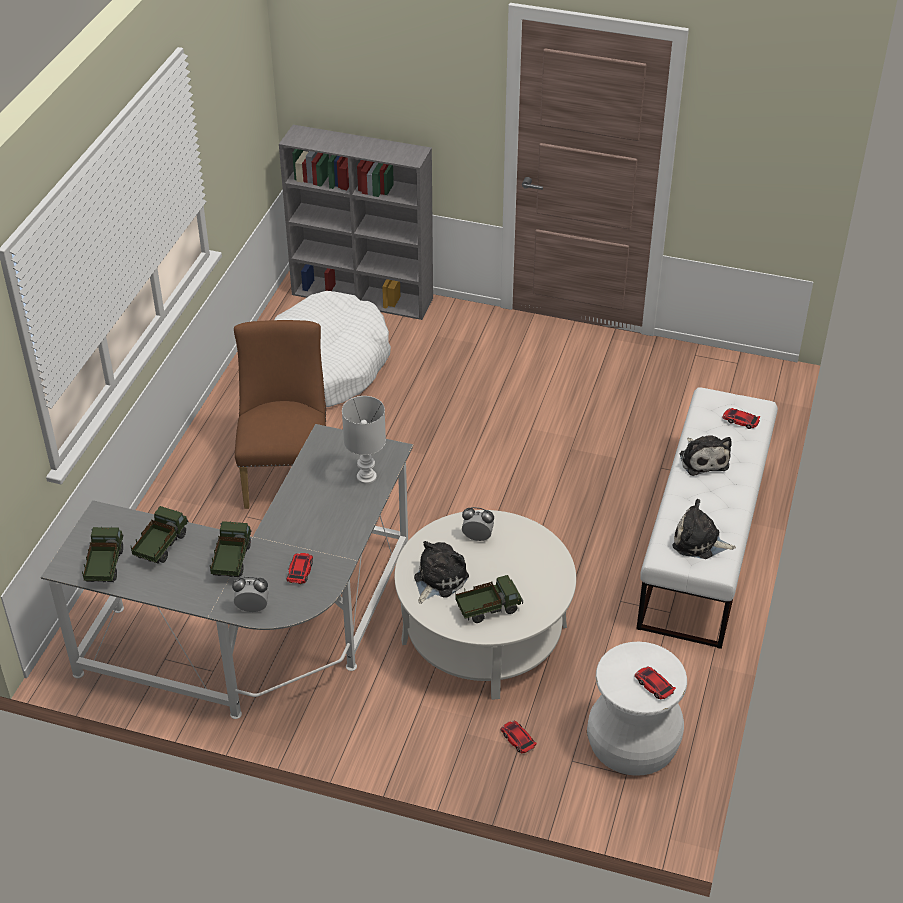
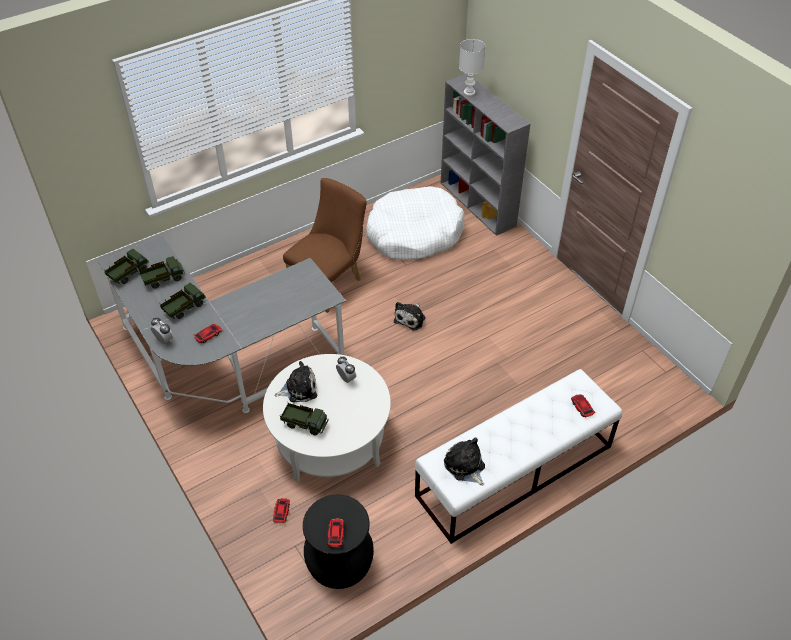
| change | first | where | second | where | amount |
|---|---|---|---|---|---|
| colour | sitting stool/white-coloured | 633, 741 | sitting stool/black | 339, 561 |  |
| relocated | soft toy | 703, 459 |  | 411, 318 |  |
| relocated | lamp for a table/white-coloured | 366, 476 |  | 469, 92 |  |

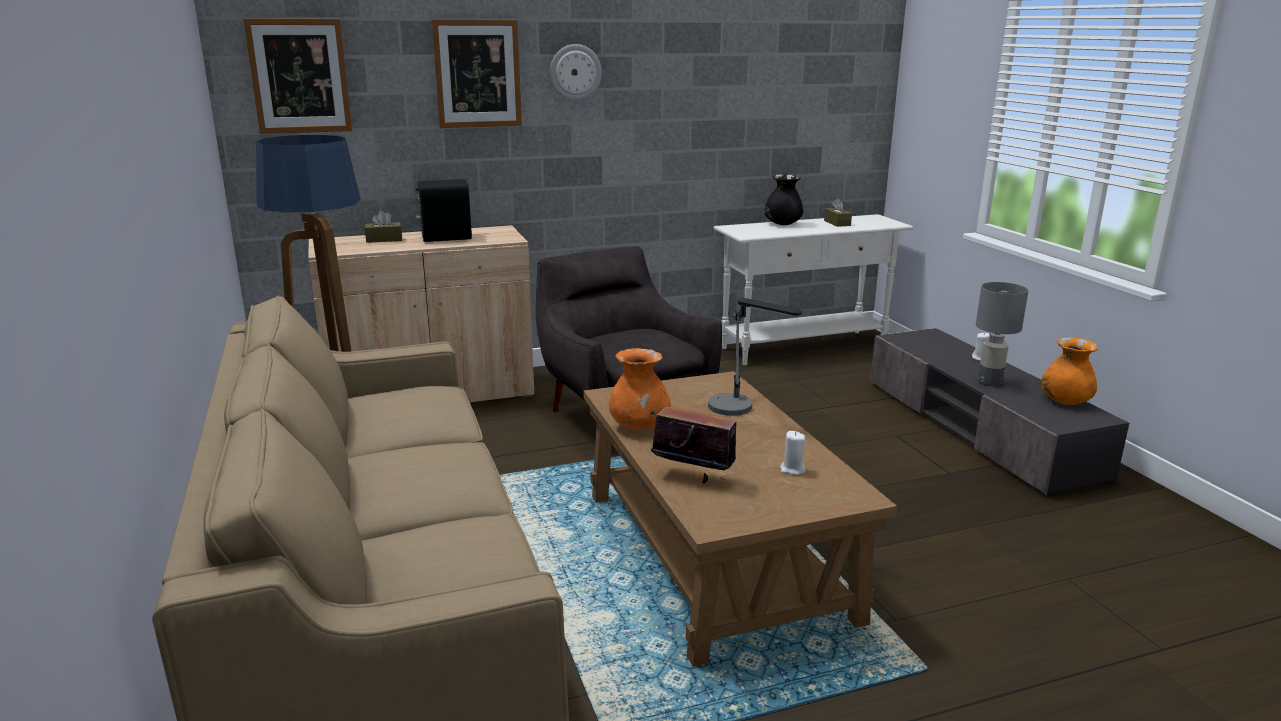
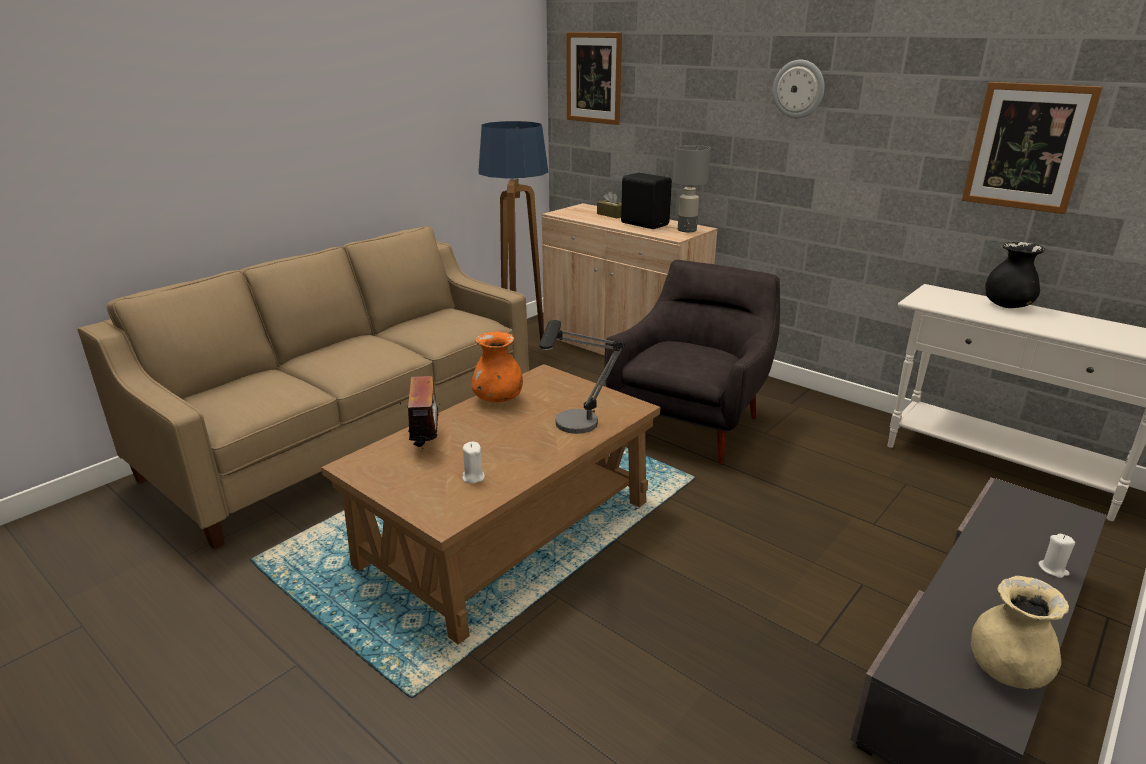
| change | first | where | second | where | amount |
|---|---|---|---|---|---|
| relocated | lamp for a table/greyish | 989, 382 |  | 686, 230 |  |
| relocated | picture | 477, 74 |  | 1027, 147 |  |
| colour | flower vase/orange | 1065, 402 | flower vase/beige-coloured | 1006, 671 |  |
| missing | tissue box/brownish | 837, 223 |  |  |  |

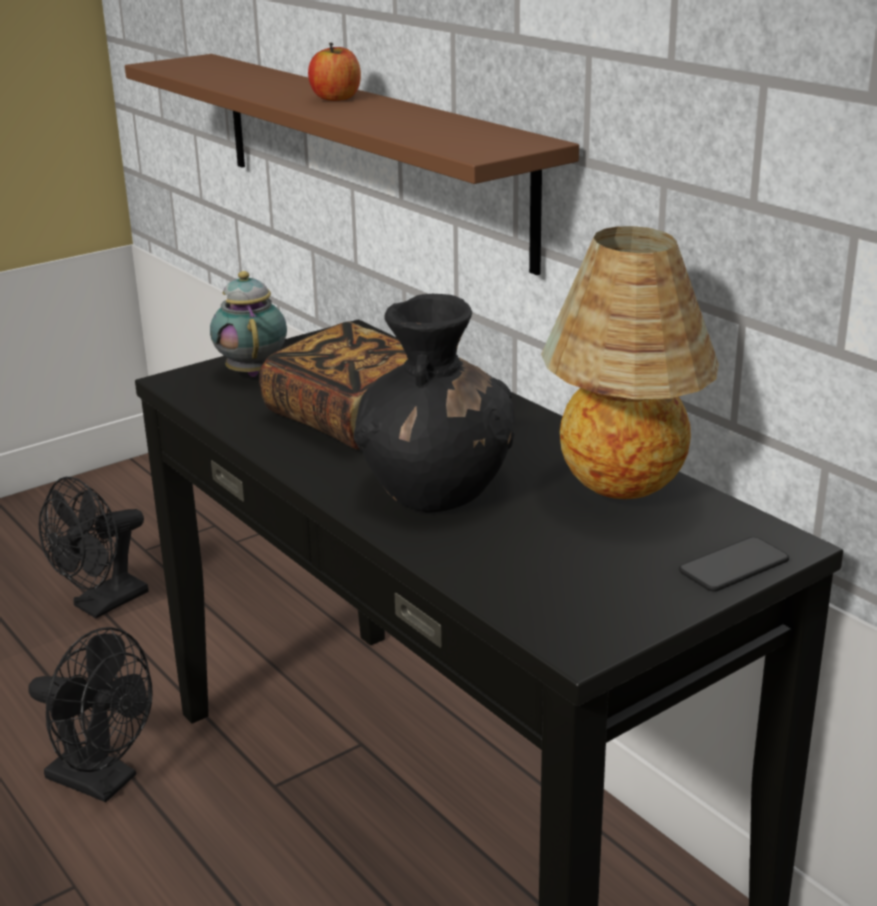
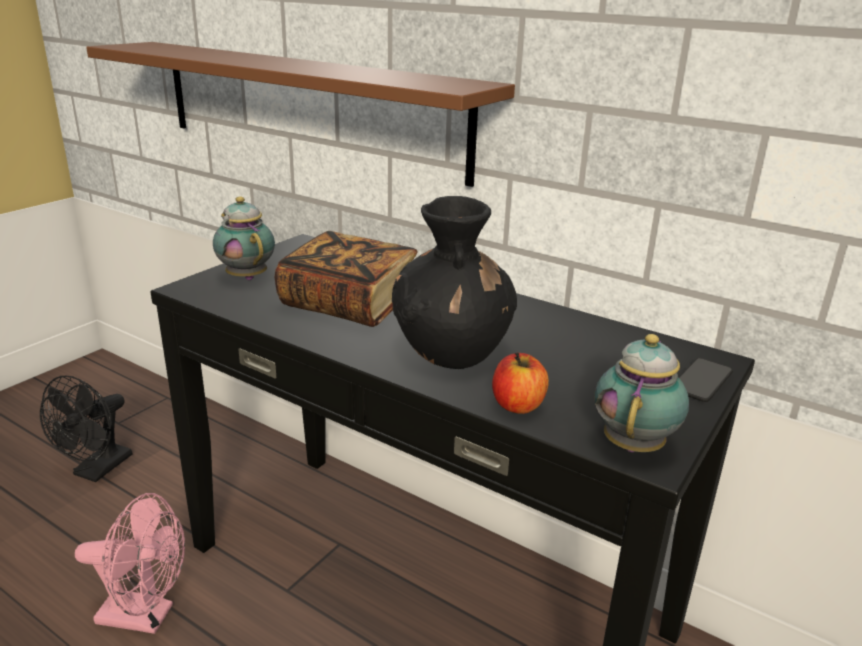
| change | first | where | second | where | amount |
|---|---|---|---|---|---|
| colour | fan/black | 103, 781 | fan/pink-coloured | 146, 616 |  |
| relocated | apple | 336, 98 |  | 518, 405 |  |
| appeared |  |  | pot for tea | 634, 443 |  |
| missing | lamp for a table | 623, 494 |  |  |  |

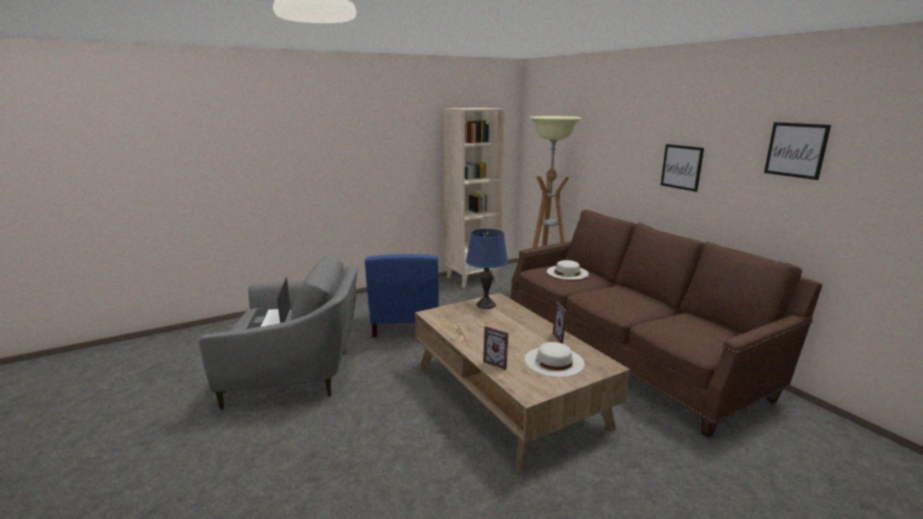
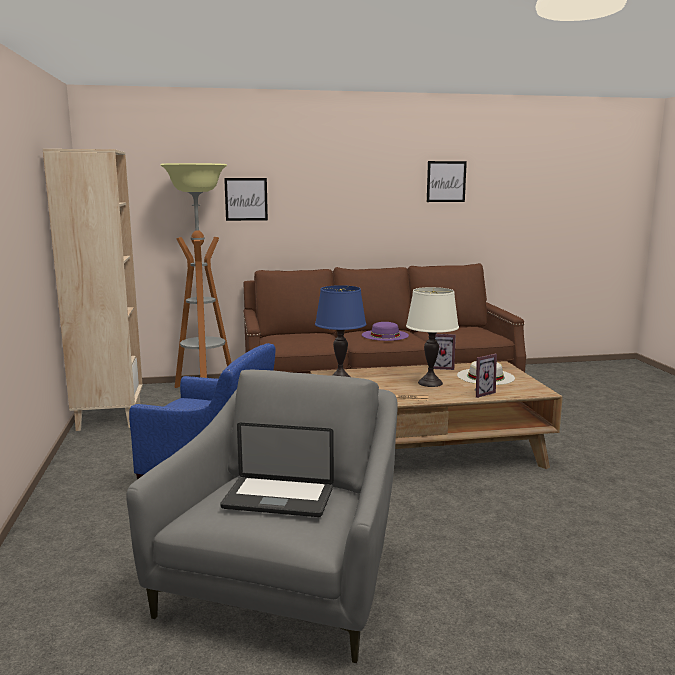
| change | first | where | second | where | amount |
|---|---|---|---|---|---|
| relocated | picture | 681, 167 |  | 246, 199 |  |
| appeared |  |  | hat/purple-coloured | 385, 335 |  |
| appeared |  |  | lamp for a table/white-coloured | 430, 383 |  |
| missing | hat/white-coloured | 567, 272 |  |  |  |

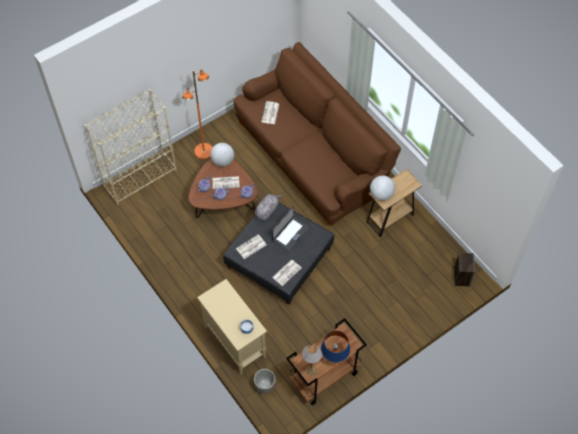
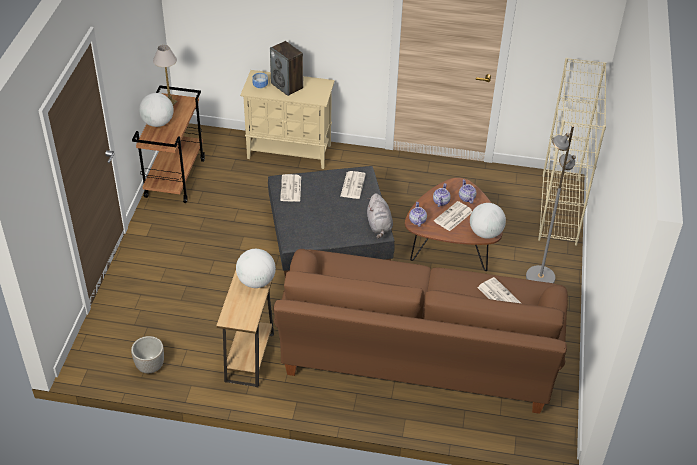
| change | first | where | second | where | amount |
|---|---|---|---|---|---|
| relocated | planter | 264, 386 |  | 150, 366 |  |
| exchanged | lamp for a table/blue | 334, 356 | world globe | 158, 123 |  |
| relocated | loudspeaker | 461, 277 |  | 287, 86 |  |
| colour | standard lamp/orange | 204, 151 | standard lamp/greyish | 539, 277 |  |
| missing | notebook computer | 290, 233 |  |  |  |

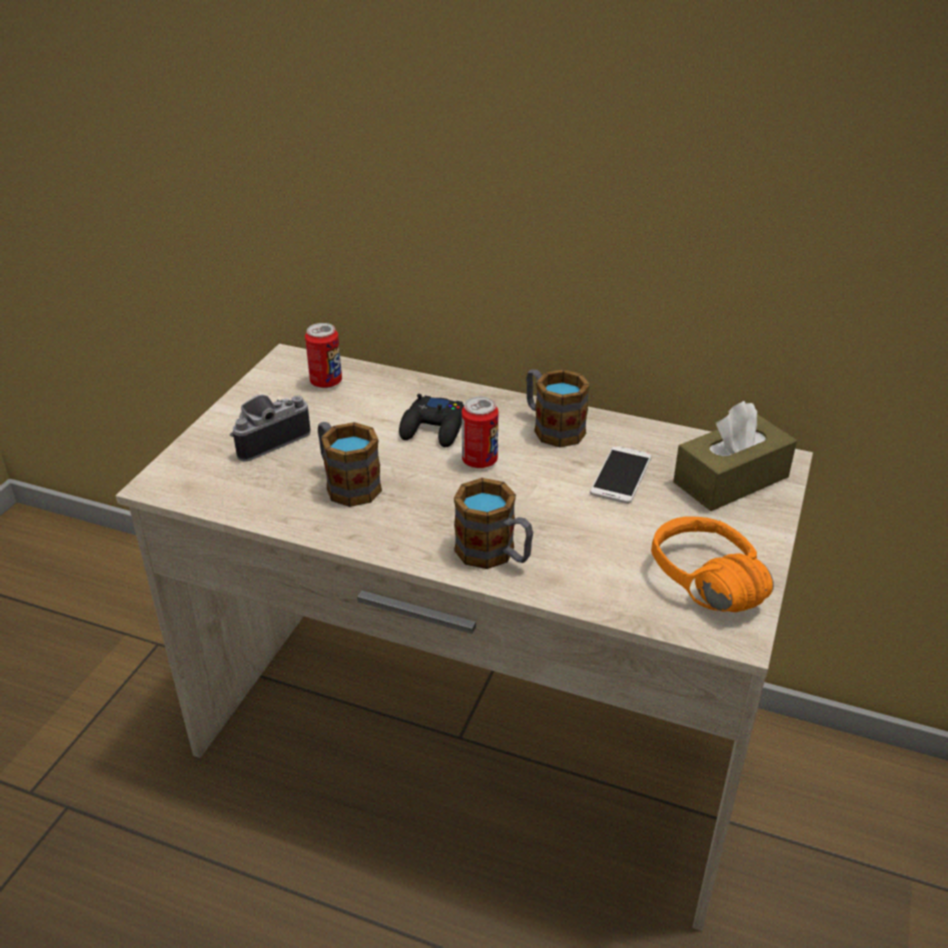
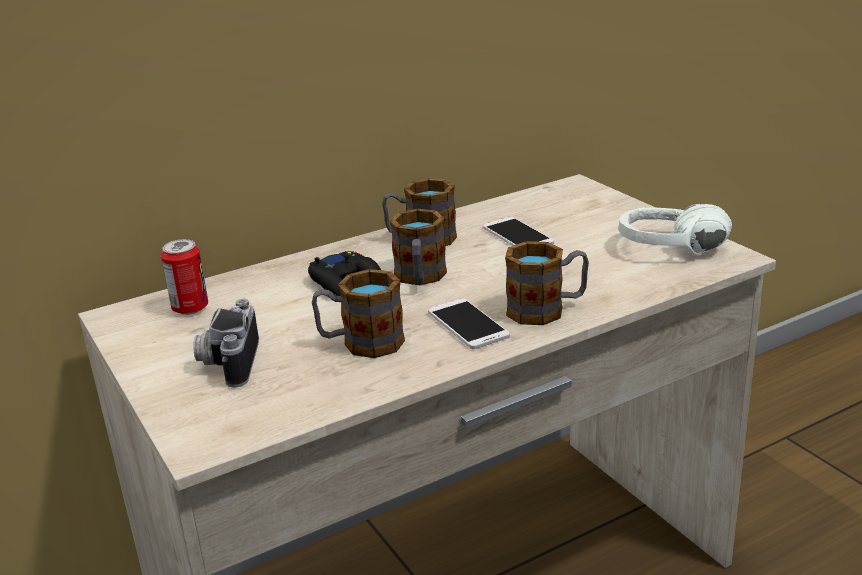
| change | first | where | second | where | amount |
|---|---|---|---|---|---|
| exchanged | sealed can | 479, 461 | coffee mug | 420, 278 |  |
| appeared |  |  | telephone | 468, 324 |  |
| colour | pair of headphones/orange | 692, 589 | pair of headphones/white-coloured | 673, 255 |  |
| missing | tissue box/brownish | 731, 480 |  |  |  |

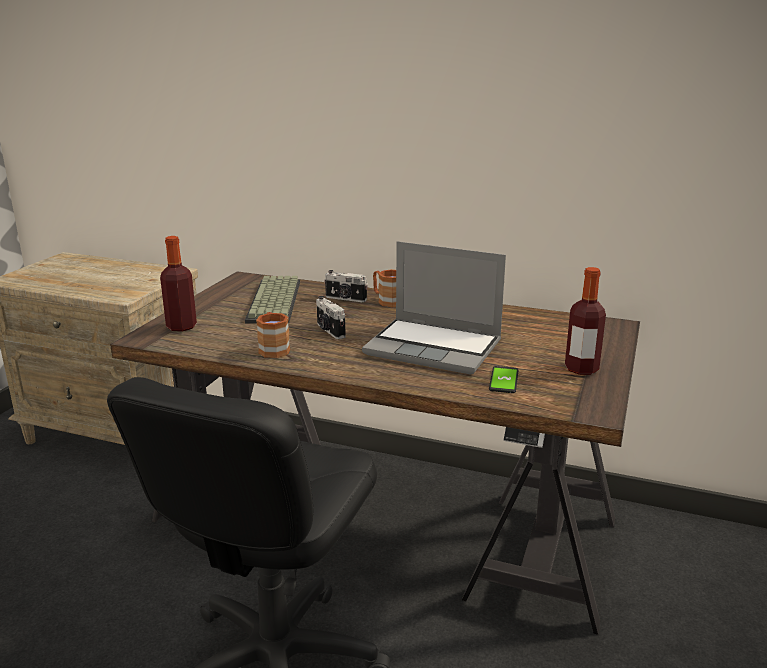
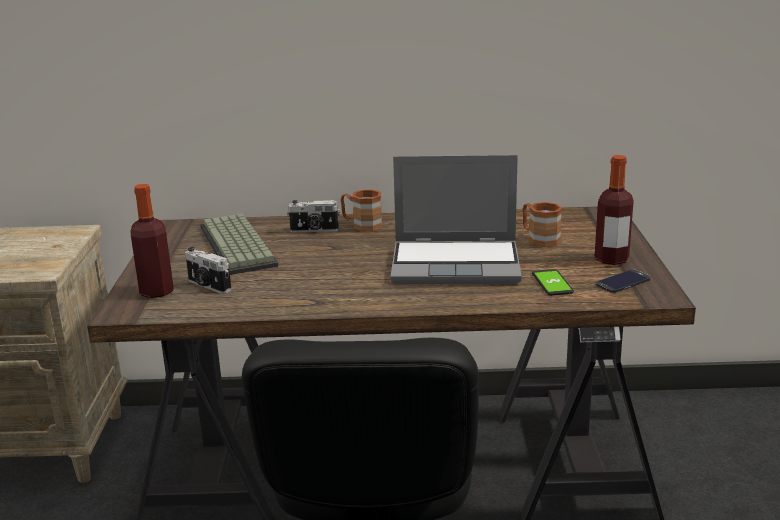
| change | first | where | second | where | amount |
|---|---|---|---|---|---|
| relocated | still camera | 329, 331 |  | 208, 286 |  |
| relocated | coffee mug/brownish | 273, 348 |  | 539, 239 |  |
| appeared |  |  | telephone | 623, 282 |  |

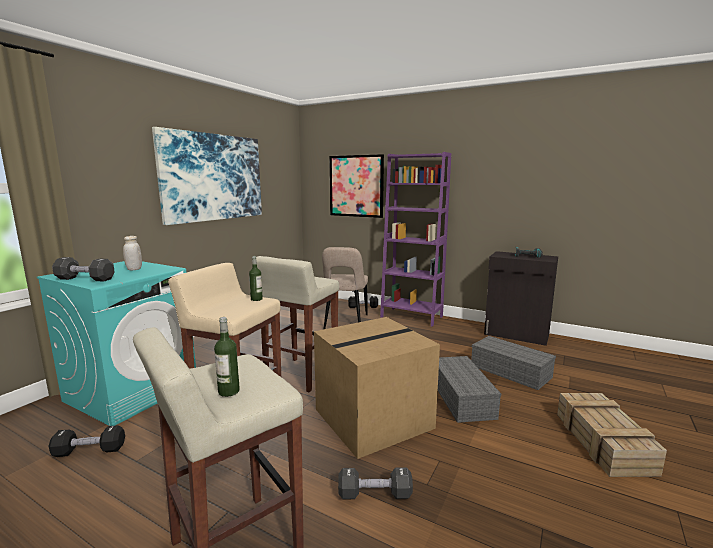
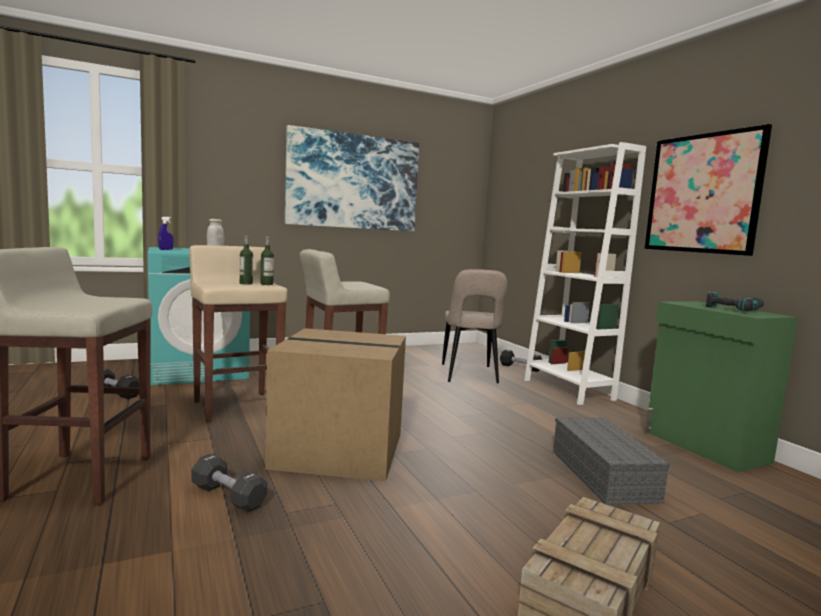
| change | first | where | second | where | amount |
|---|---|---|---|---|---|
| exchanged | free weight/black | 85, 279 | spray bottle/blue | 166, 249 |  |
| relocated | drink bottle | 229, 391 |  | 246, 283 |  |
| spun | plain chair/beige-coloured | 345, 323 |  | 469, 375 | 45 degrees counterclockwise |
| colour | shelving unit/purple-coloured | 411, 317 | shelving unit/white-coloured | 568, 390 |  |
| relocated | picture | 356, 186 |  | 702, 193 |  |
| colour | cupboard/black | 516, 335 | cupboard/greenish | 705, 447 |  |
| missing | storage container/greyish | 463, 398 |  |  |  |

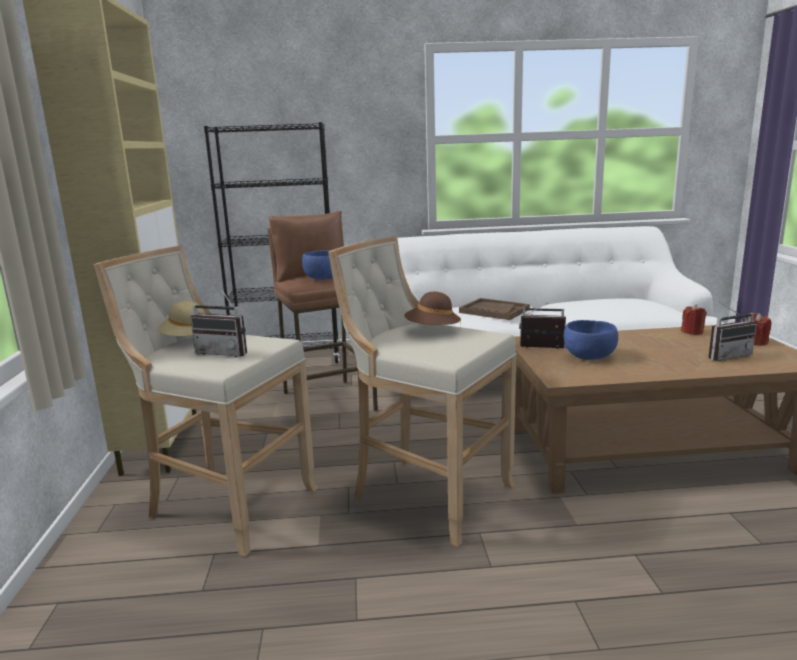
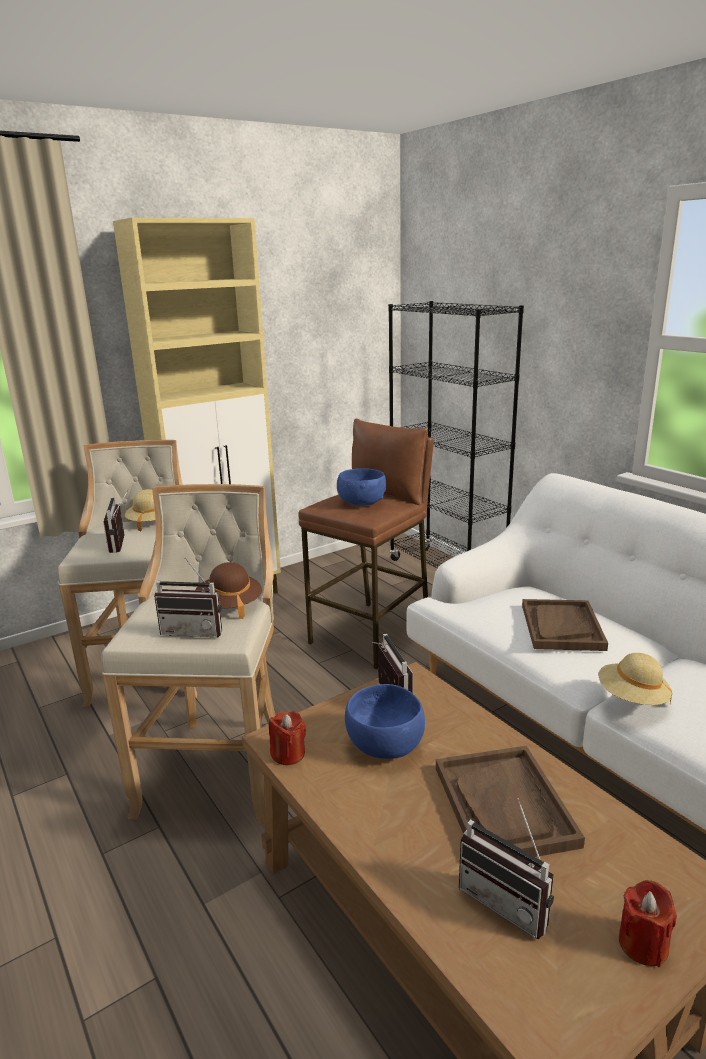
| change | first | where | second | where | amount |
|---|---|---|---|---|---|
| appeared |  |  | radio receiver | 195, 630 |  |
| relocated | wax light/reddish | 692, 332 |  | 288, 754 |  |
| appeared |  |  | serving tray/brownish | 504, 806 |  |
| appeared |  |  | hat/beige-coloured | 632, 698 |  |

